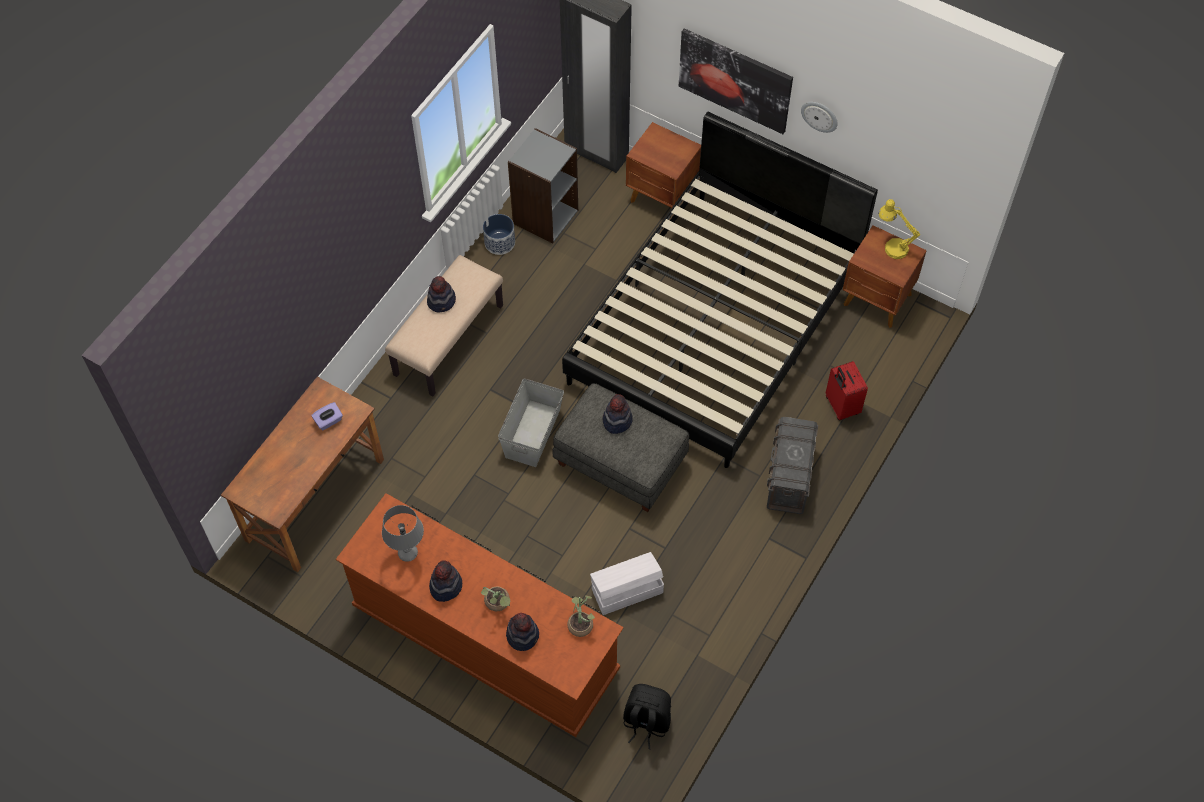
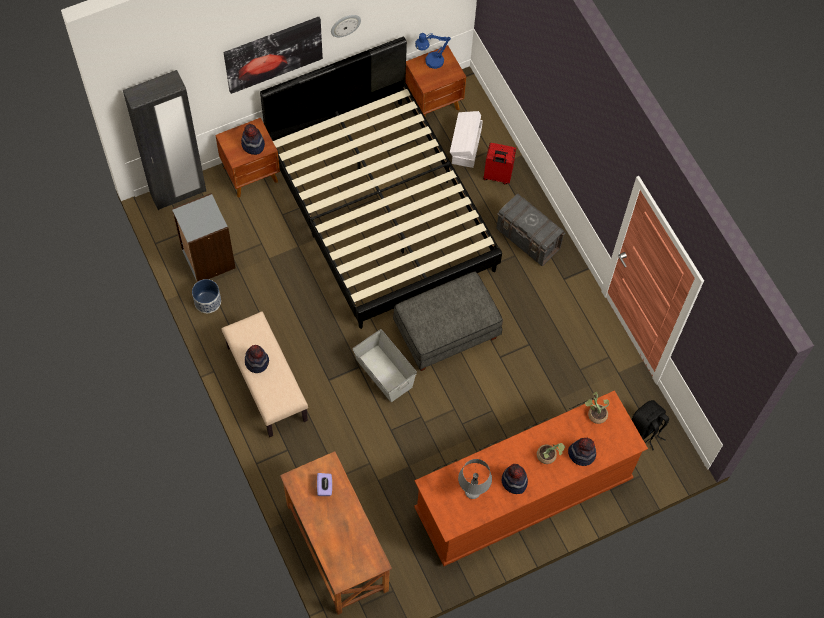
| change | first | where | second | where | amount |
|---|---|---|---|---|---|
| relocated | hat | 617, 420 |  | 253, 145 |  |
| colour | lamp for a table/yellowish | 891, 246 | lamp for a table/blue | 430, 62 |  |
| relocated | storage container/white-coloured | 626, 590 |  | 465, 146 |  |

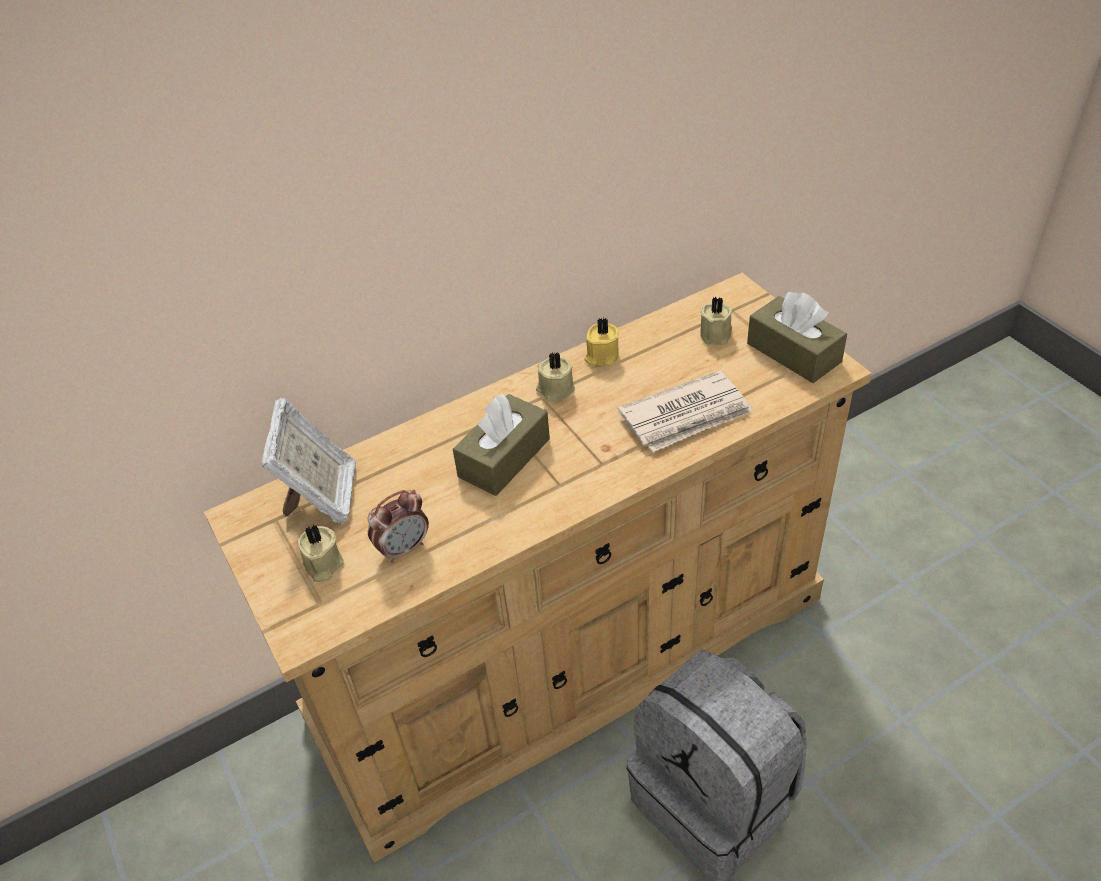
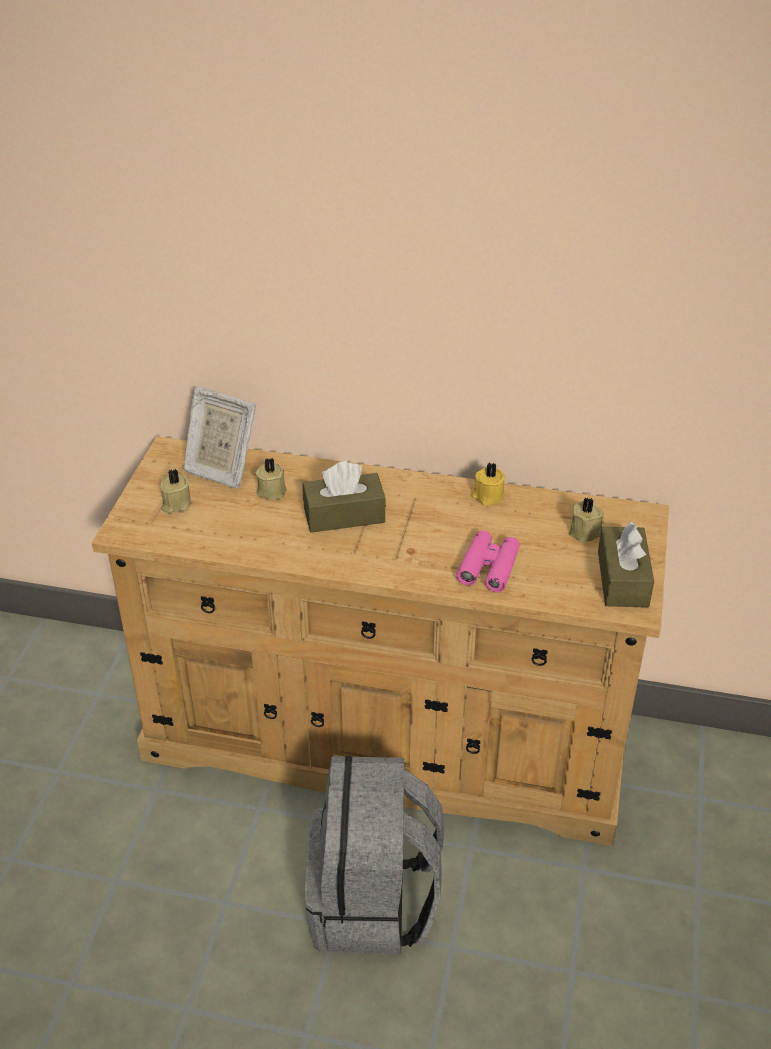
| change | first | where | second | where | amount |
|---|---|---|---|---|---|
| spun | standing frame | 322, 498 |  | 220, 469 | 75 degrees clockwise |
| relocated | wax light/beige-coloured | 555, 389 |  | 271, 490 |  |
| exchanged | newspaper | 687, 416 | pair of binoculars/pink-coloured | 488, 567 |  |
| missing | bedside clock | 404, 548 |  |  |  |

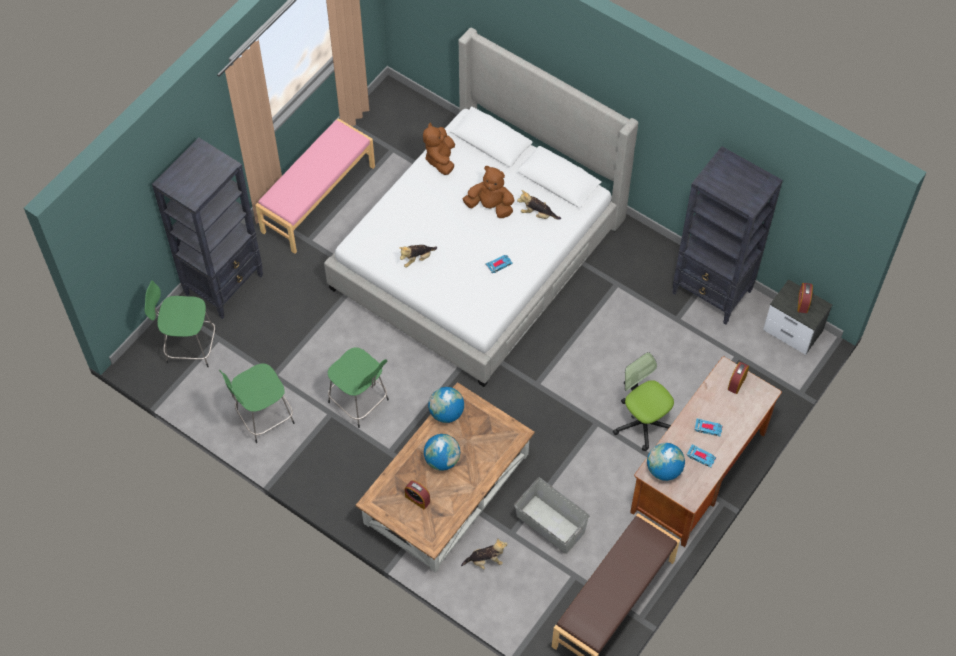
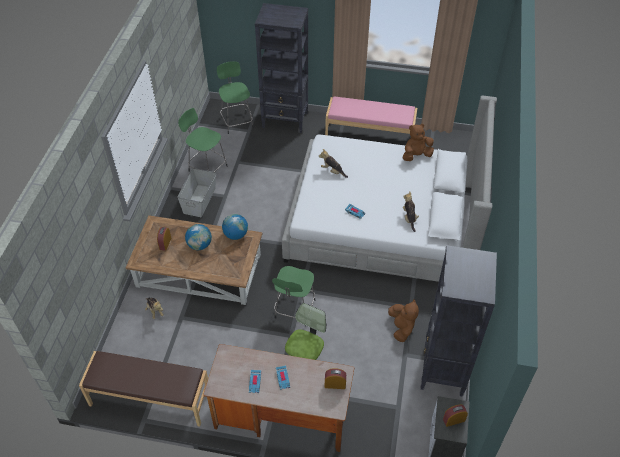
| change | first | where | second | where | amount |
|---|---|---|---|---|---|
| relocated | storage container/greyish | 550, 525 |  | 199, 200 |  |
| relocated | sitting stool/greenish | 360, 402 |  | 294, 310 |  |
| relocated | soft toy/brownish | 490, 206 |  | 401, 328 |  |
| missing | world globe | 664, 469 |  |  |  |

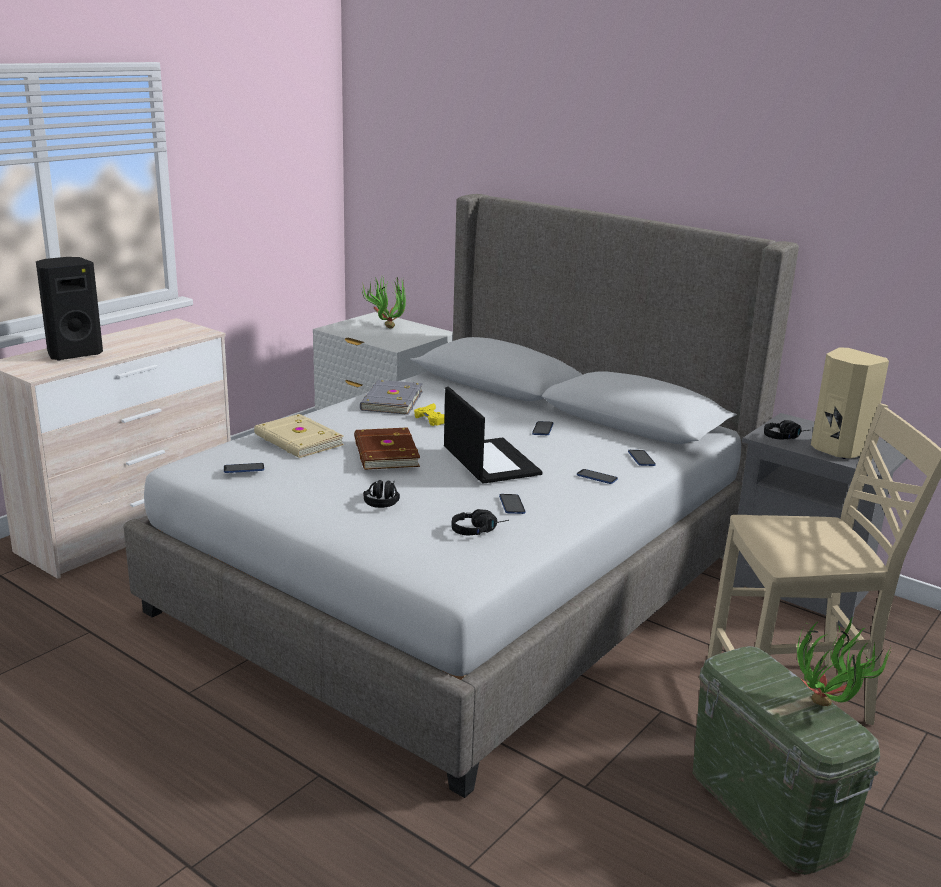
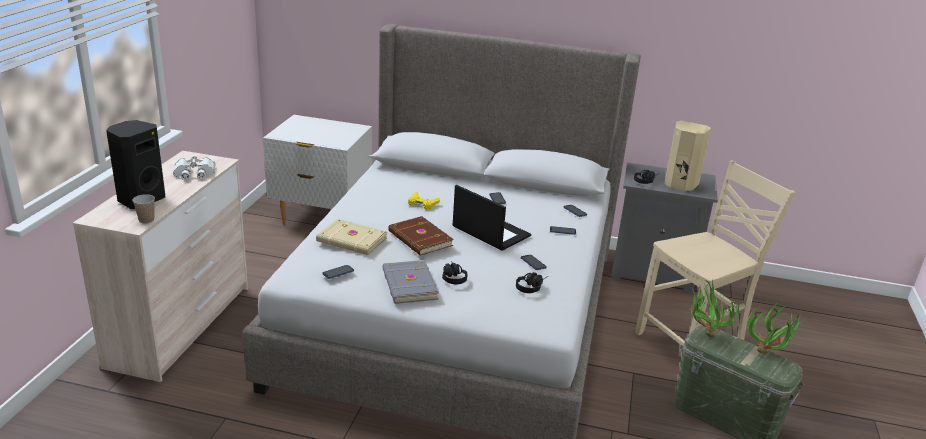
| change | first | where | second | where | amount |
|---|---|---|---|---|---|
| appeared |  |  | small cup | 146, 220 |  |
| appeared |  |  | pair of binoculars/white-coloured | 194, 173 |  |
| relocated | volume/greyish | 390, 401 |  | 408, 285 |  |
| relocated | houseplant | 386, 326 |  | 703, 334 |  |

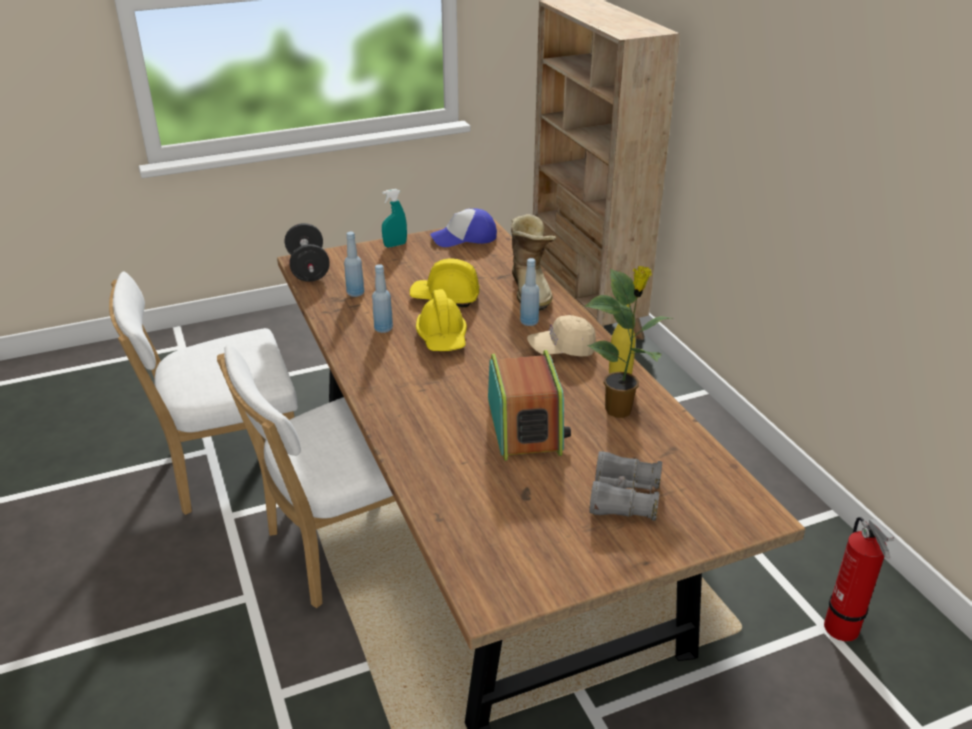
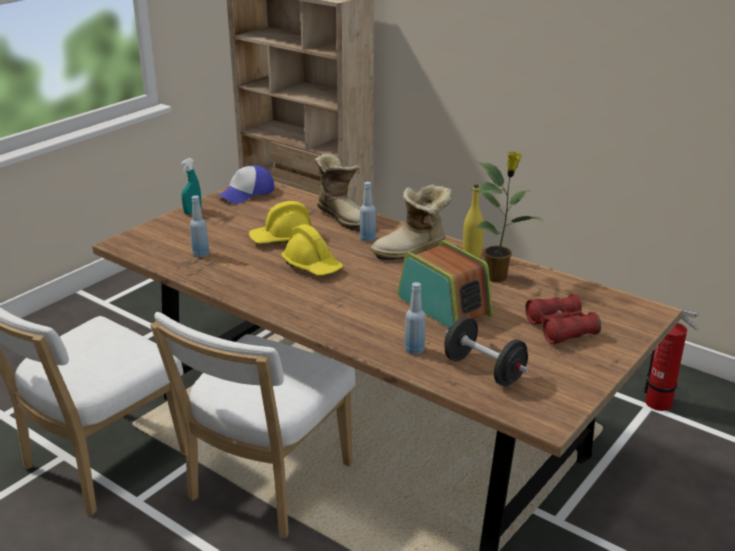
| change | first | where | second | where | amount |
|---|---|---|---|---|---|
| exchanged | baseball cap/beige-coloured | 561, 349 | boot | 412, 250 |  |
| relocated | drink bottle/blue | 383, 329 |  | 414, 350 |  |
| relocated | free weight/black | 308, 269 |  | 484, 370 |  |
| colour | pair of binoculars/greyish | 624, 498 | pair of binoculars/reddish | 560, 328 |  |

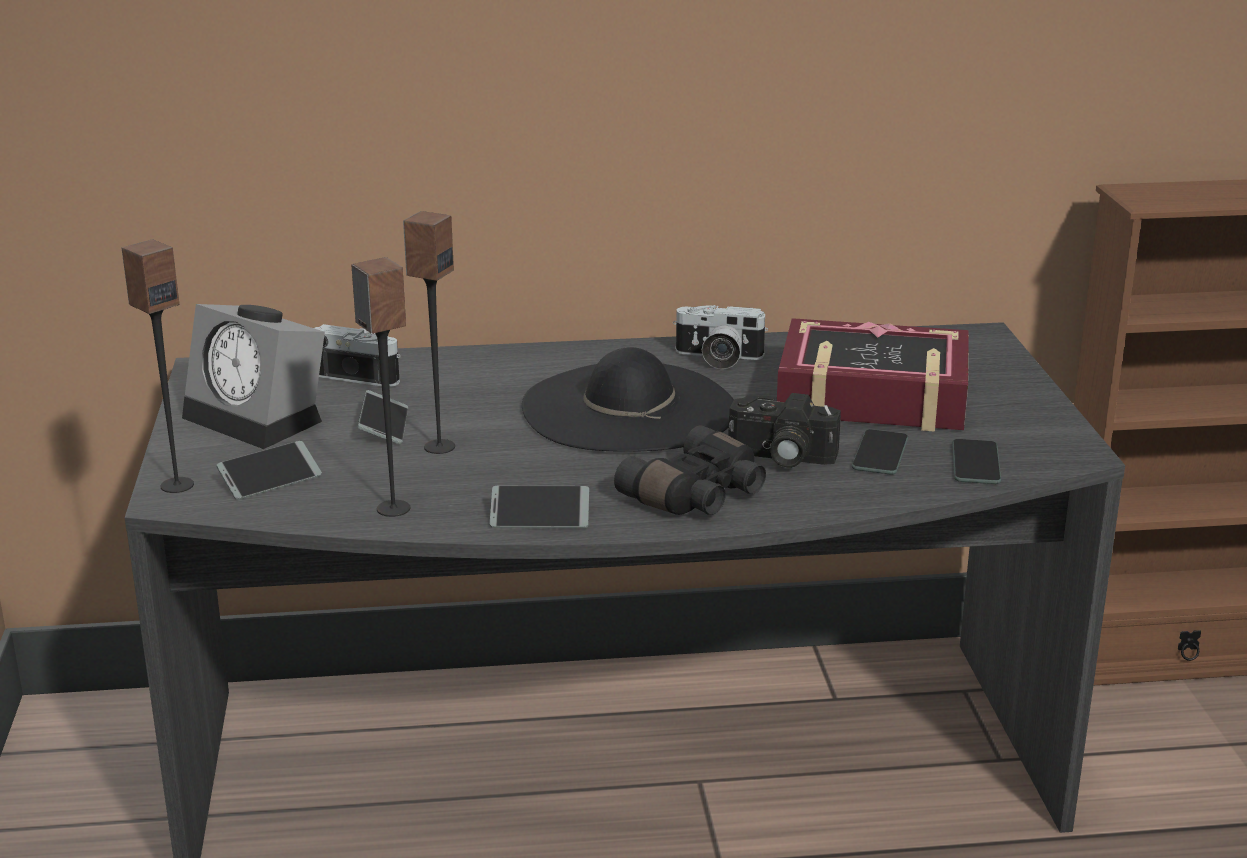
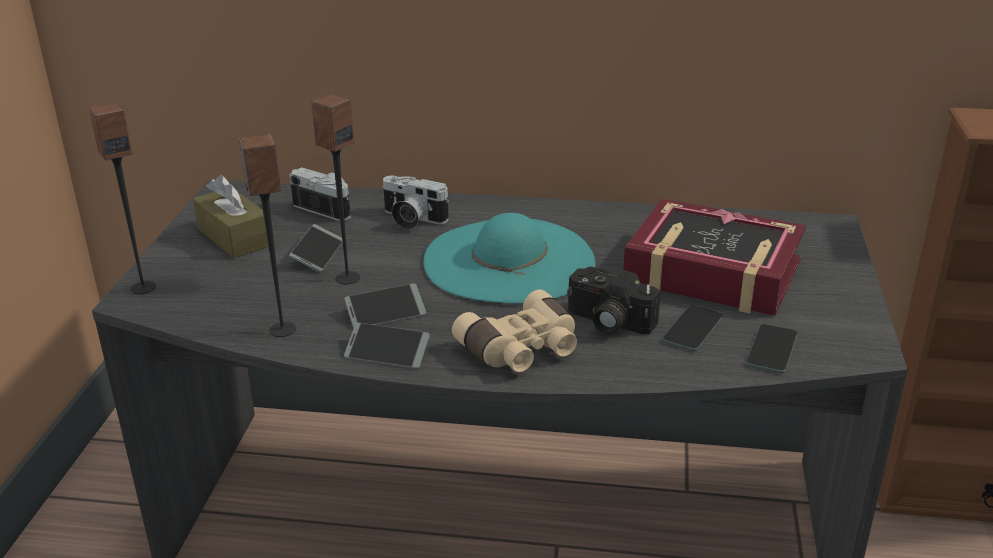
| change | first | where | second | where | amount |
|---|---|---|---|---|---|
| exchanged | bedside clock | 260, 418 | tissue box/brownish | 234, 237 |  |
| relocated | telephone | 270, 480 |  | 385, 313 |  |
| relocated | still camera | 717, 359 |  | 411, 219 |  |
| colour | hat/black | 628, 408 | hat/turquoise-coloured | 509, 260 |  |
| colour | pair of binoculars/black | 698, 496 | pair of binoculars/beige-coloured | 522, 350 |  |

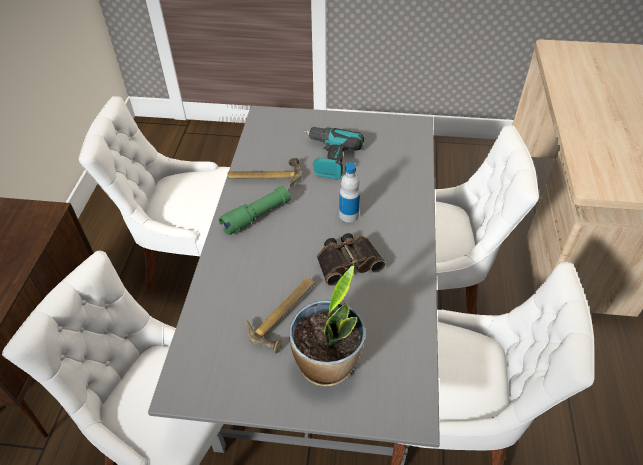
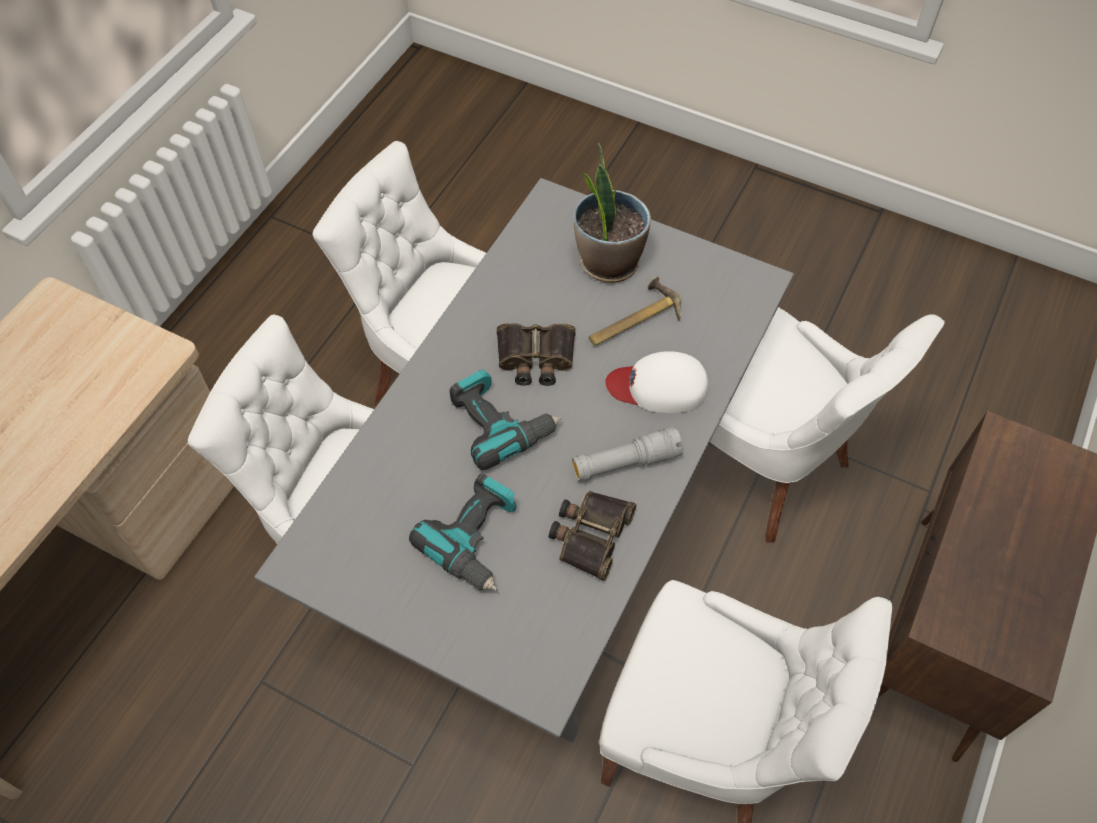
| change | first | where | second | where | amount |
|---|---|---|---|---|---|
| exchanged | drink bottle | 349, 215 | drill | 500, 423 |  |
| exchanged | hand hammer | 265, 176 | pair of binoculars | 590, 534 |  |
| colour | flashlight/greenish | 256, 216 | flashlight/greyish | 626, 463 |  |
| appeared |  |  | baseball cap/white-coloured | 658, 386 |  |

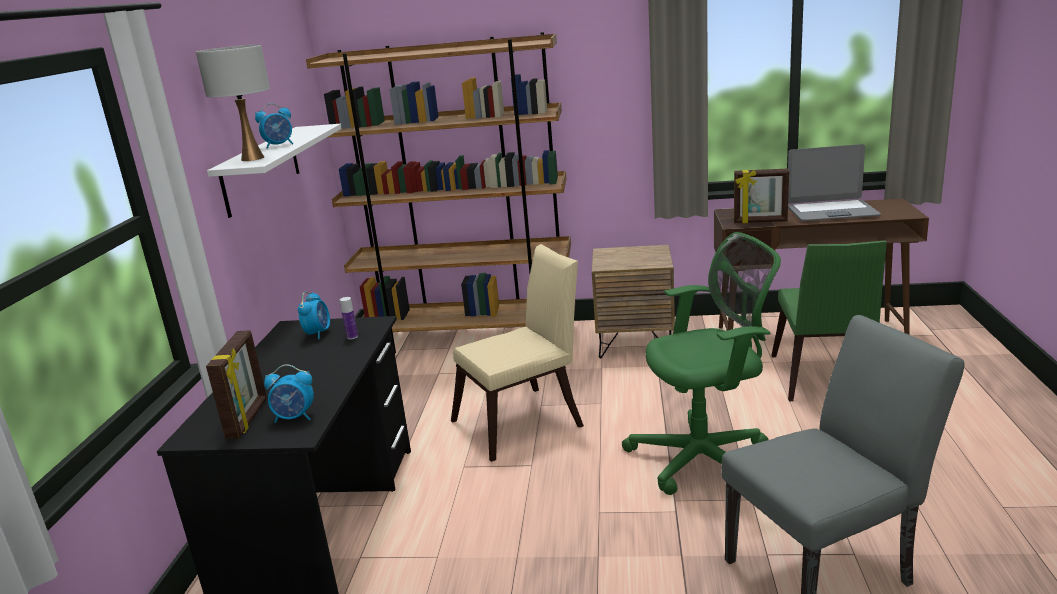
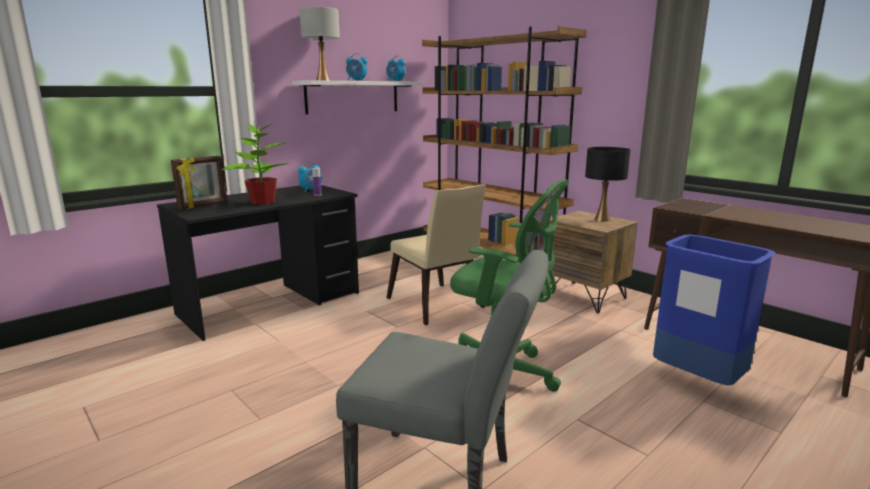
| change | first | where | second | where | amount |
|---|---|---|---|---|---|
| appeared |  |  | houseplant | 262, 202 |  |
| relocated | bedside clock | 295, 418 |  | 395, 81 |  |
| spun | plain chair/beige-coloured | 525, 421 |  | 436, 306 | 45 degrees clockwise |
| appeared |  |  | lamp for a table/black | 602, 219 |  |
| exchanged | plain chair/greenish | 824, 380 | trash can/blue | 696, 379 |  |
| missing | standing frame | 760, 222 |  |  |  |
| missing | notebook computer | 831, 212 |  |  |  |

